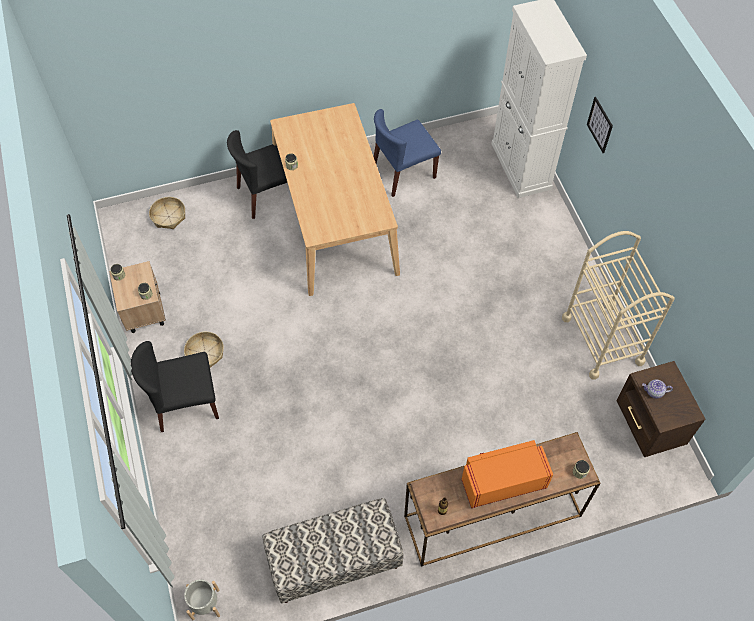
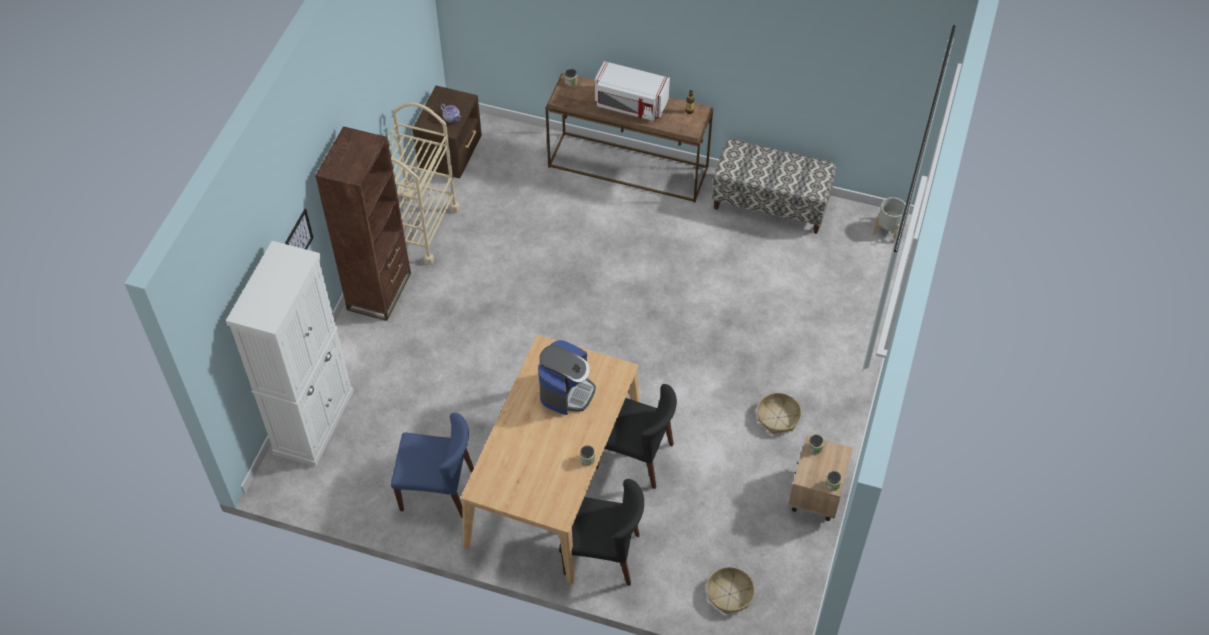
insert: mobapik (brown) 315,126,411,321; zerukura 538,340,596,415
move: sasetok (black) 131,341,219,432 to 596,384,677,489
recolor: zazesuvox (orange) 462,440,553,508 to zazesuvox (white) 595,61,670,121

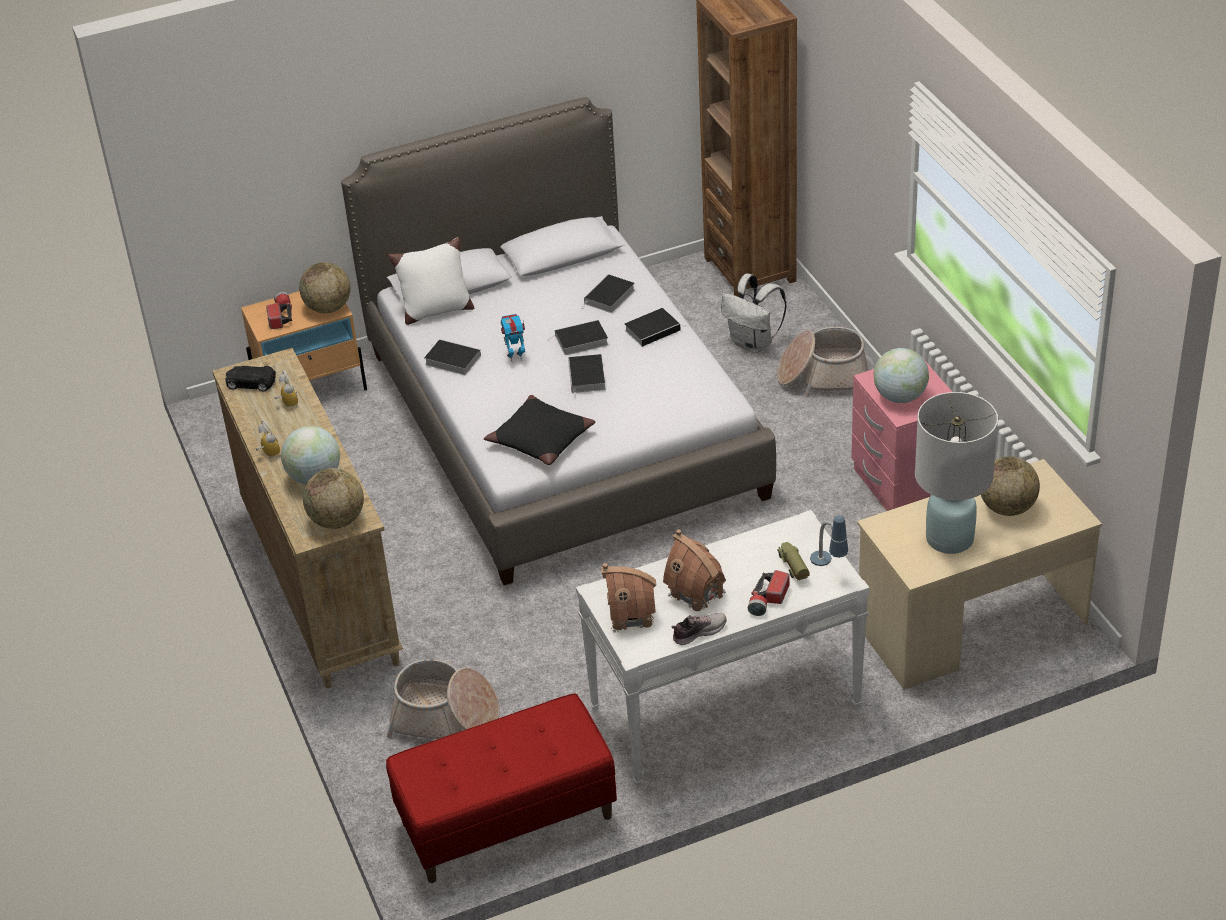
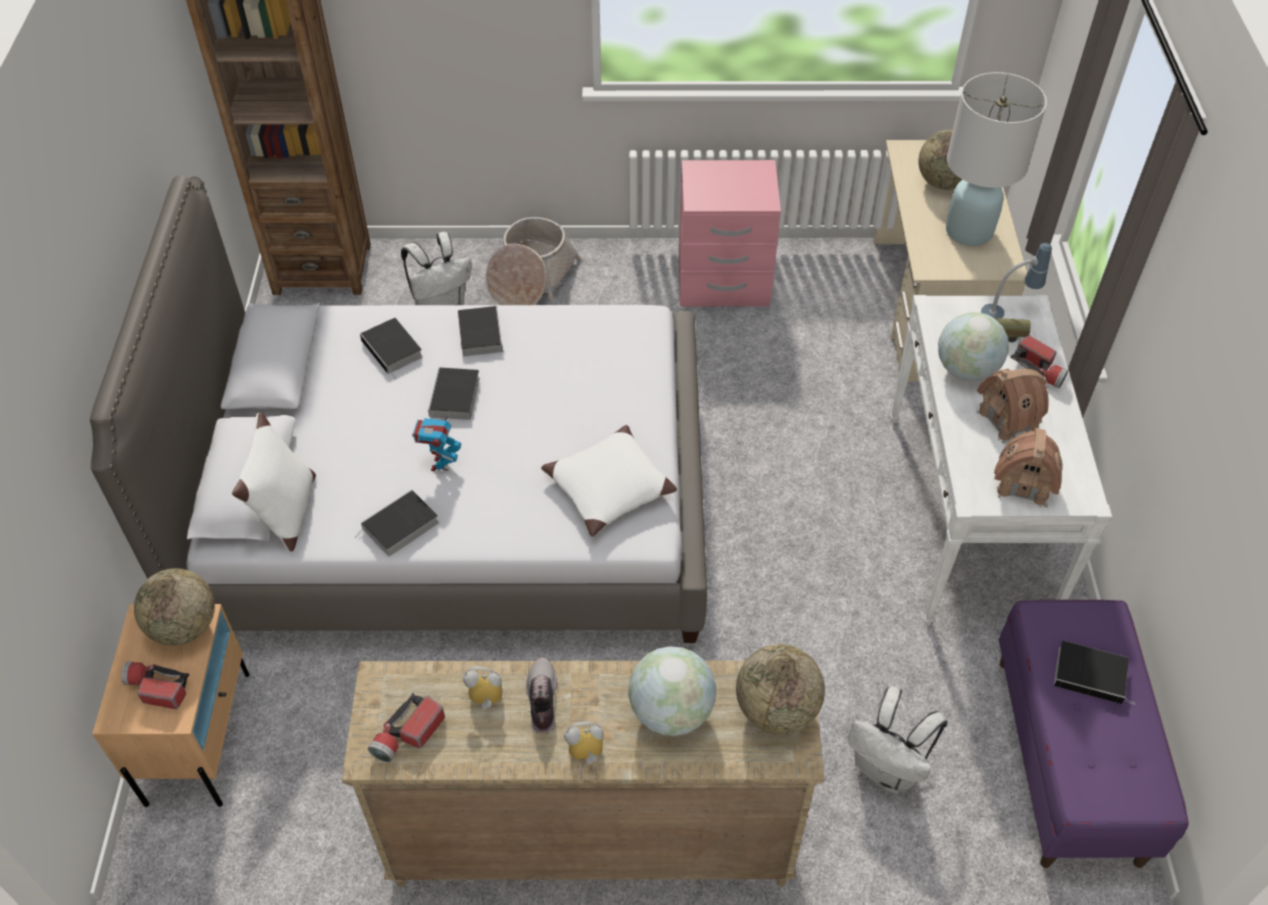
move: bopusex 671,613,727,645 to 526,657,557,734; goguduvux 874,348,929,403 to 938,312,1009,381; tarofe 568,354,605,398 to 1054,641,1136,705
replace: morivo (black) 225,366,276,391 to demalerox 368,693,445,762; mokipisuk 386,659,500,739 to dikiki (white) 848,686,948,794
recolor: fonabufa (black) 484,395,596,465 to fonabufa (white) 541,425,677,537; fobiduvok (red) 386,693,617,883 to fobiduvok (purple) 999,600,1189,868

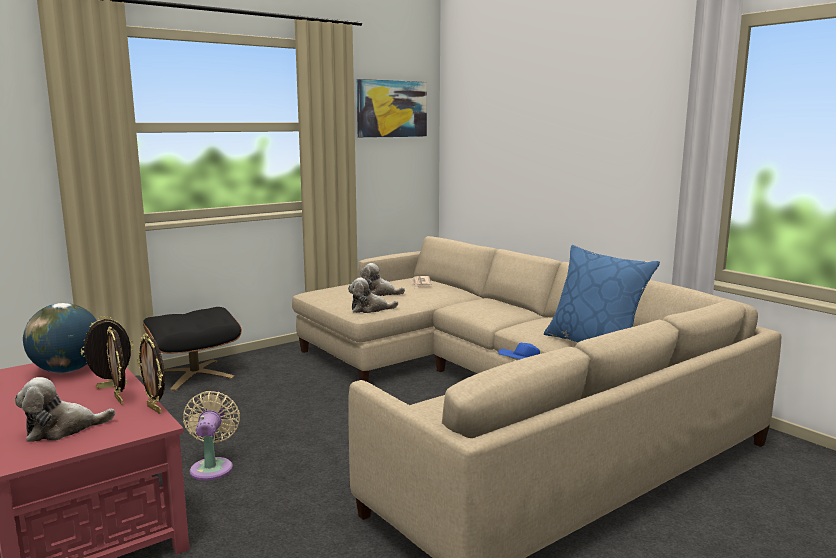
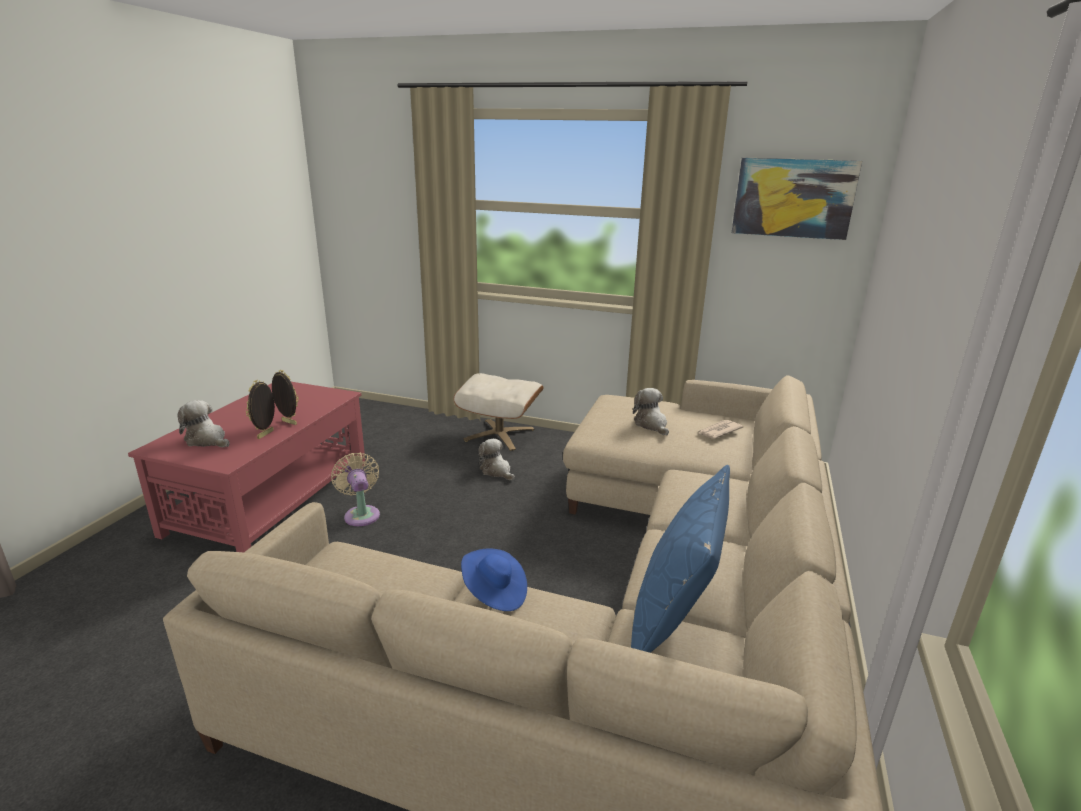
delete: goguduvux 23,303,97,373; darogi 137,334,165,414
move: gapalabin 348,278,398,313 to 478,439,515,480
recolor: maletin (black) 143,307,242,391 to maletin (beige) 454,373,544,451
rotate: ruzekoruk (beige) 183,391,240,481 = 331,453,380,526 75 degrees counterclockwise

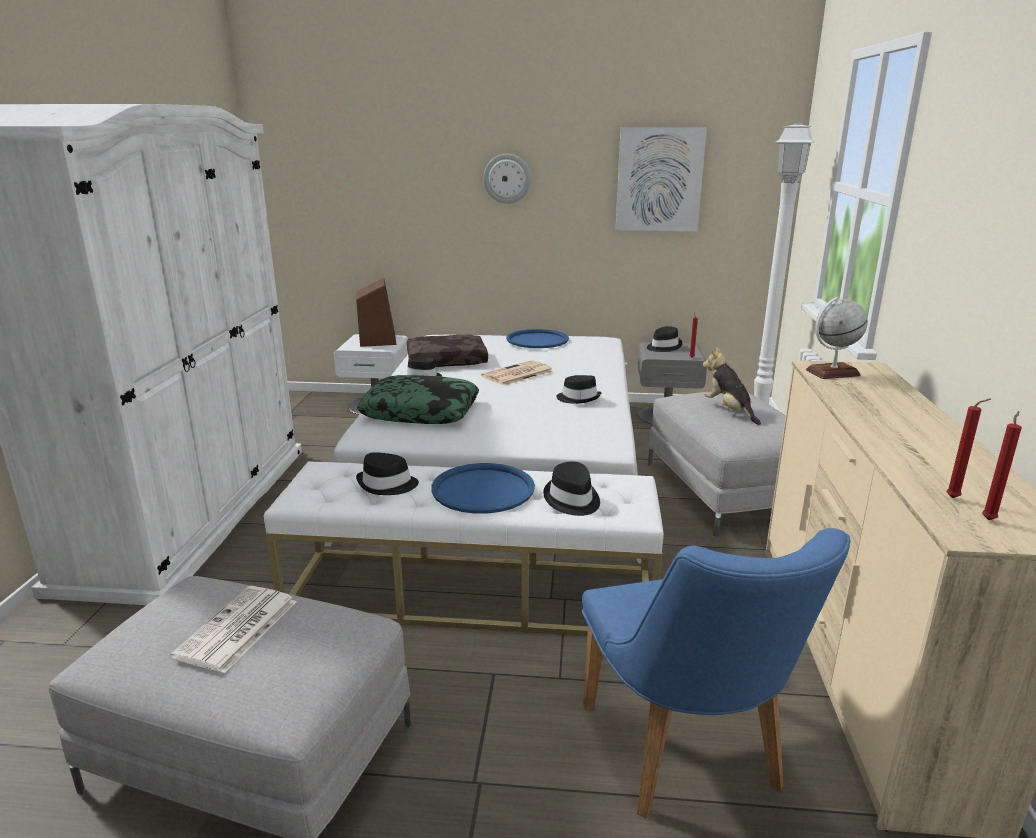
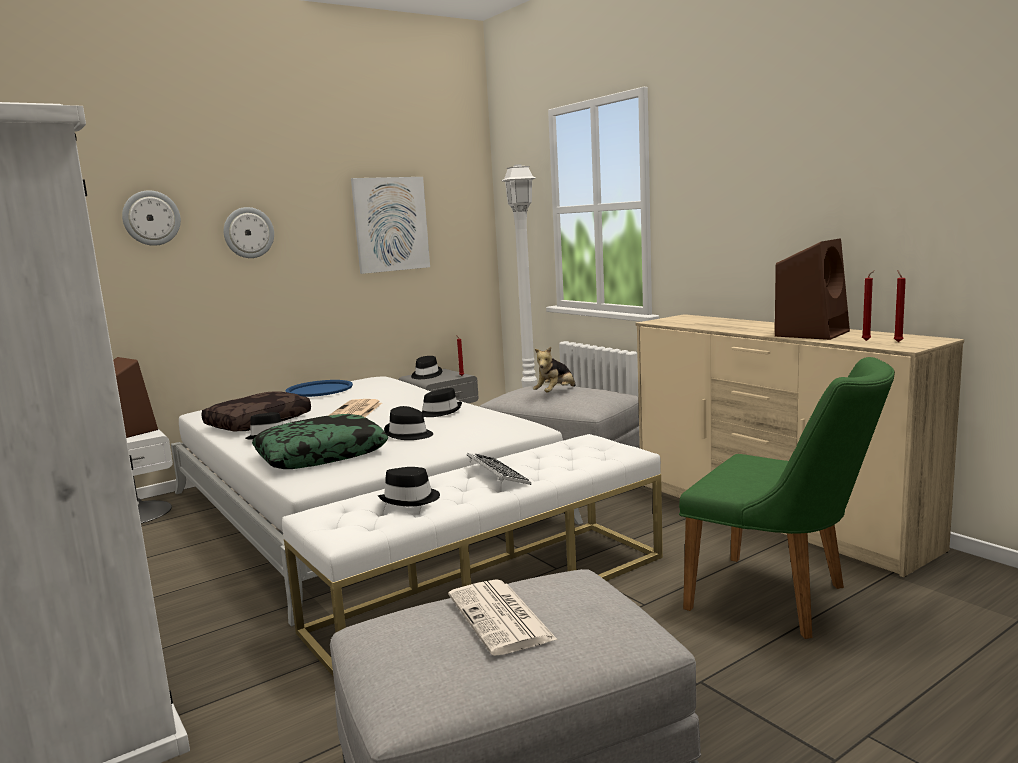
delete: goguduvux 806,297,868,379
insert: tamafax 122,190,181,246; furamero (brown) 775,239,850,340
move: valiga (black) 543,462,600,516 to 384,406,433,440
replace: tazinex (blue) 431,463,535,514 to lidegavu 467,453,531,485
recolor: sasetok (blue) 582,528,851,819 to sasetok (green) 679,357,895,639
rotate: gapalabin 703,347,761,425 = 533,347,576,393 75 degrees counterclockwise

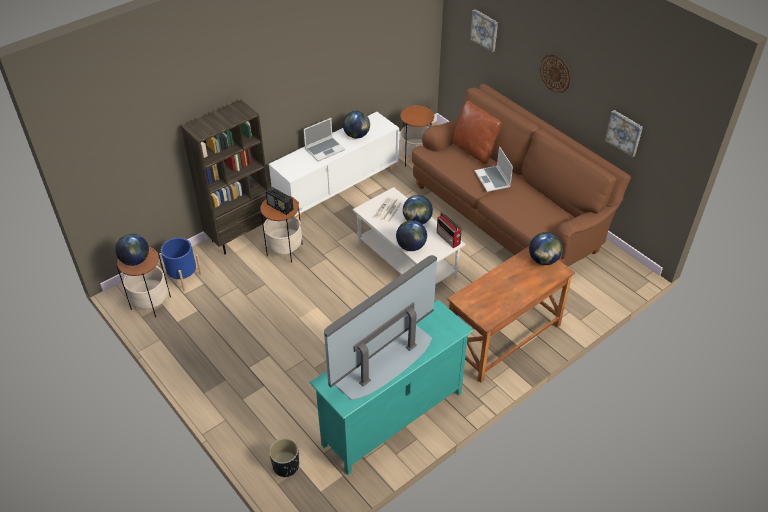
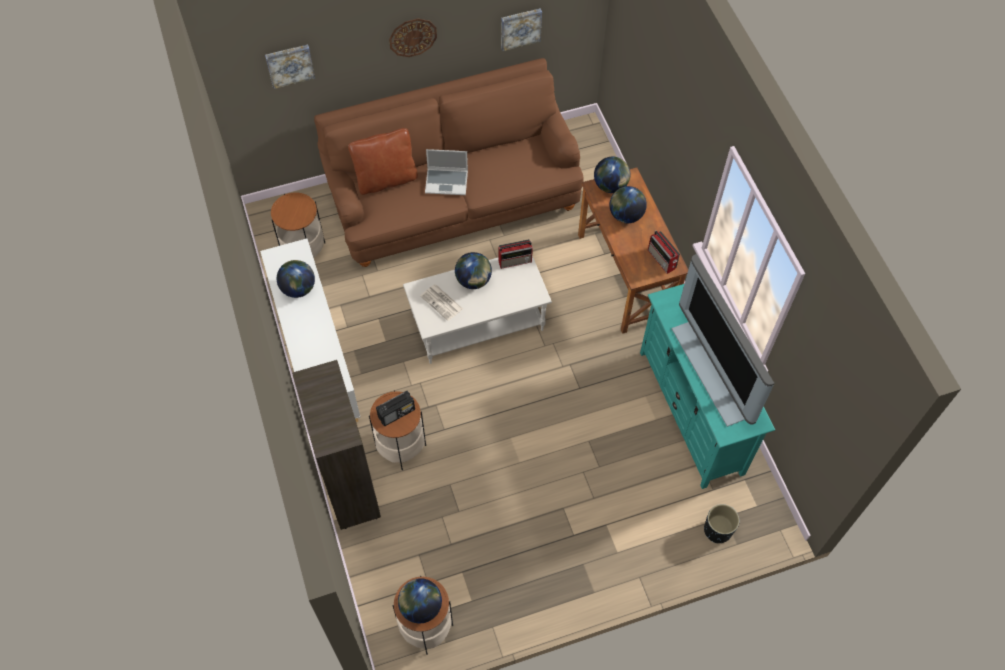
delete: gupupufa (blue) 159,238,202,291; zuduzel 304,118,345,162
insert: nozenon 648,231,680,274
move: goguduvux 396,220,427,251 to 609,186,647,223

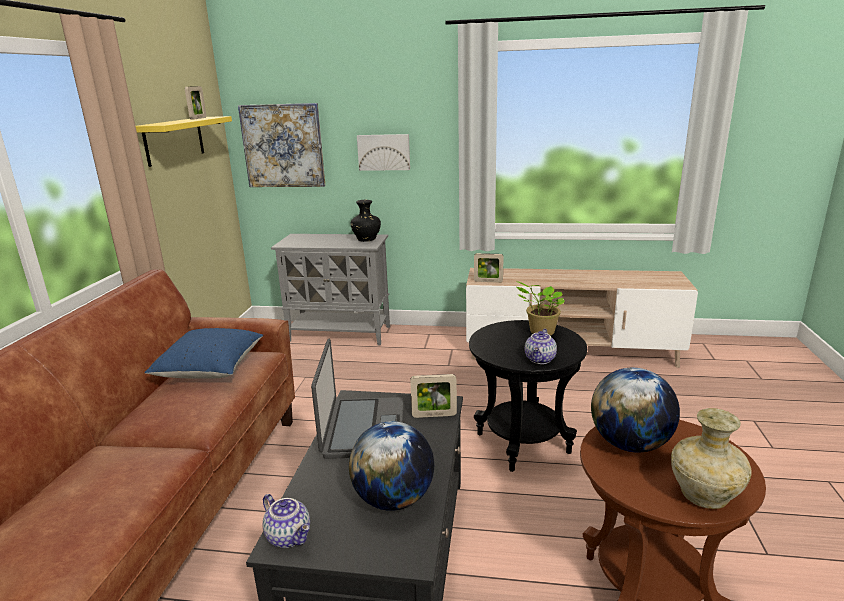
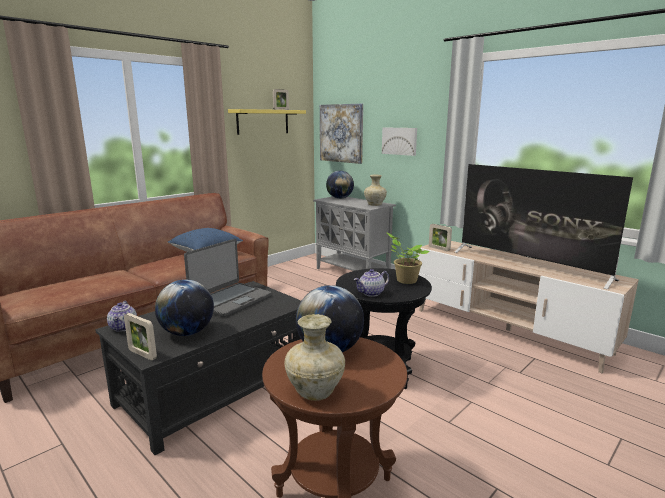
insert: goguduvux 326,171,354,199; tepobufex 455,164,633,290
move: darogi 410,374,457,418 to 124,313,157,360
recolor: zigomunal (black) 351,200,381,242 to zigomunal (beige) 364,175,387,206

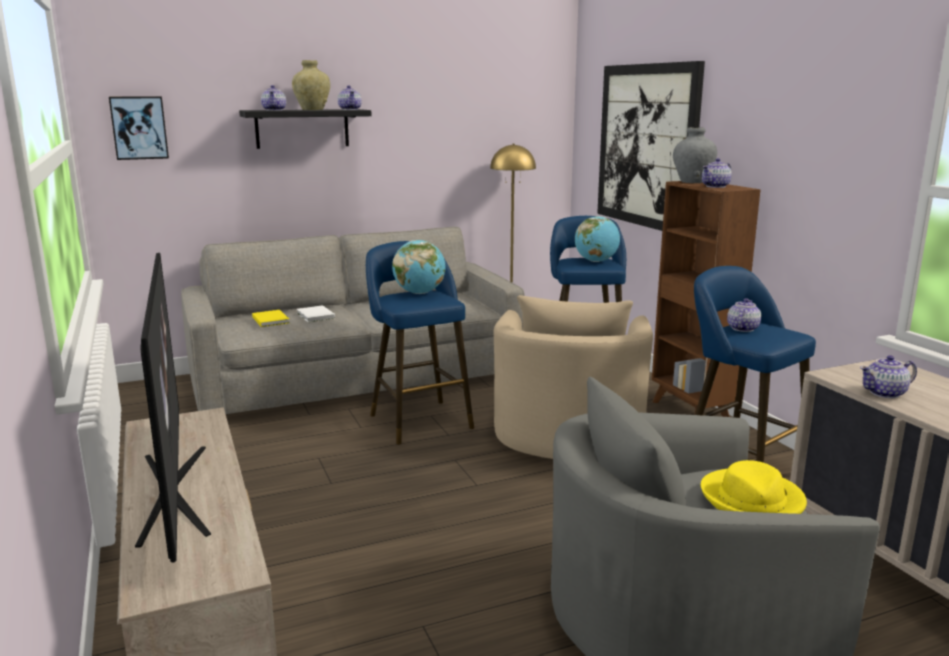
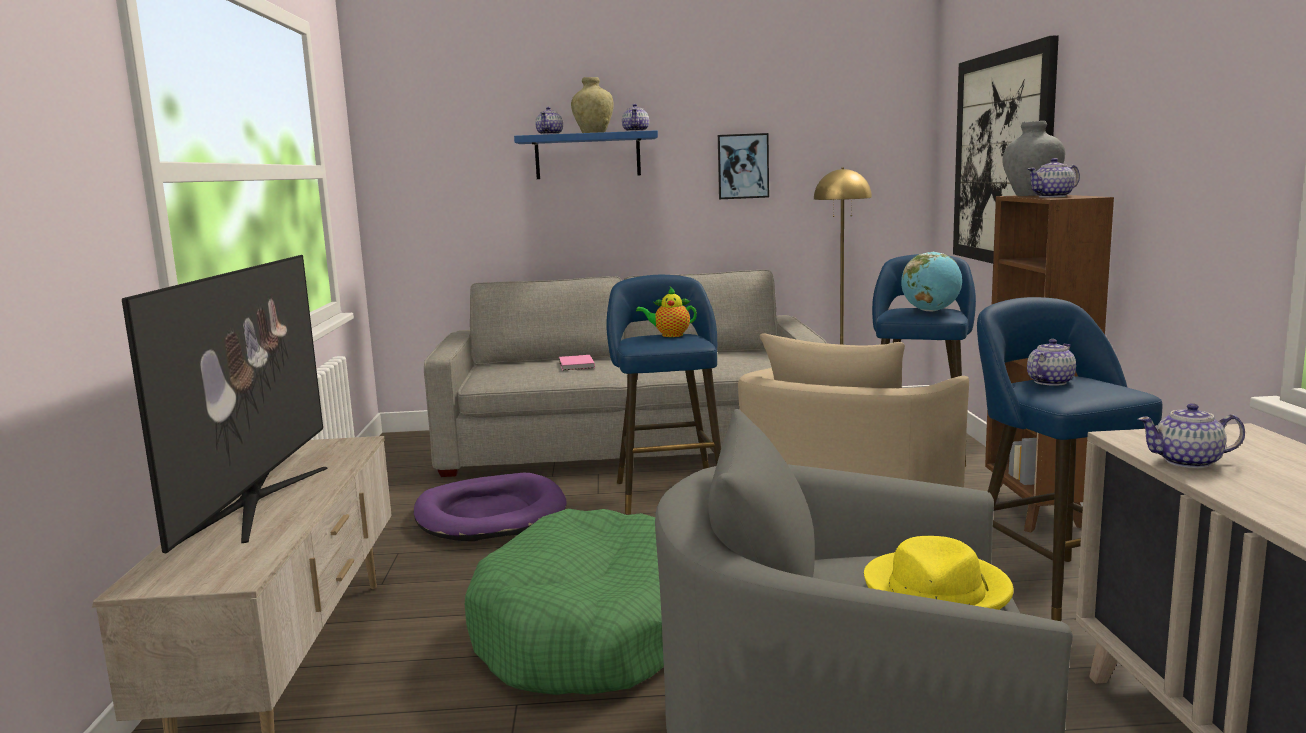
delete: tarofe (yellow) 252,310,289,327
insert: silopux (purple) 414,473,567,541; silopux (green) 465,509,664,695
move: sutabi 109,96,169,160 to 718,133,769,199
replace: goguduvux 392,240,446,294 to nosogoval 636,287,697,337
recolor: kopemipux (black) 239,109,372,149 to kopemipux (blue) 514,130,658,179; tarofe (white) 297,305,335,322 to tarofe (pink) 559,355,595,371

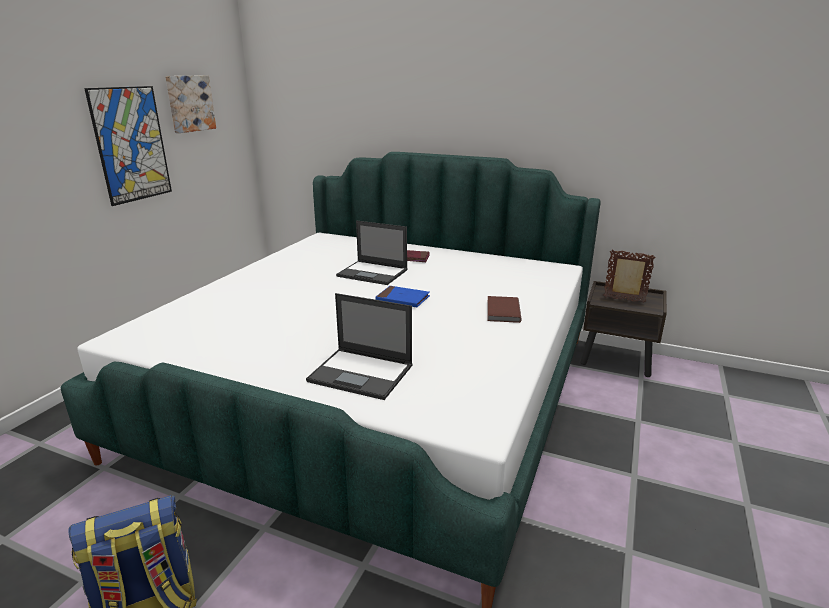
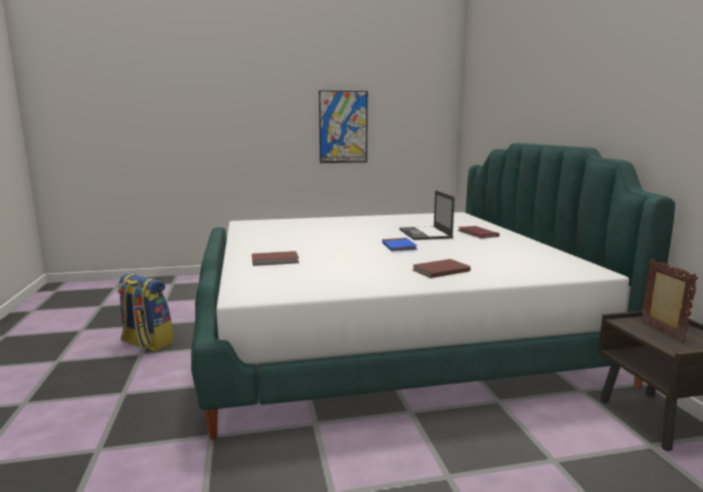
delete: sutabi 165,75,216,133
replace: zuduzel 306,293,413,400 to tarofe (brown) 252,251,299,266

